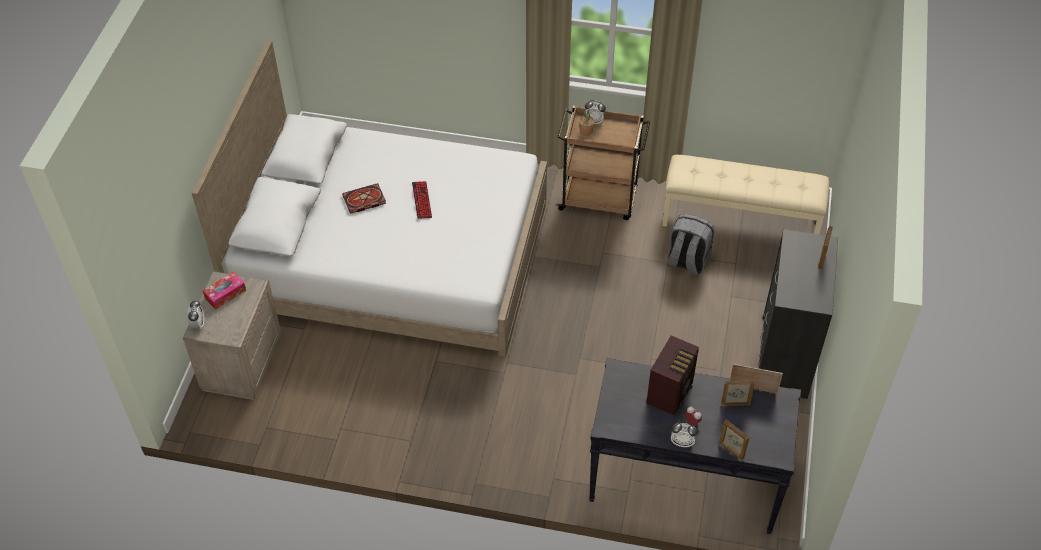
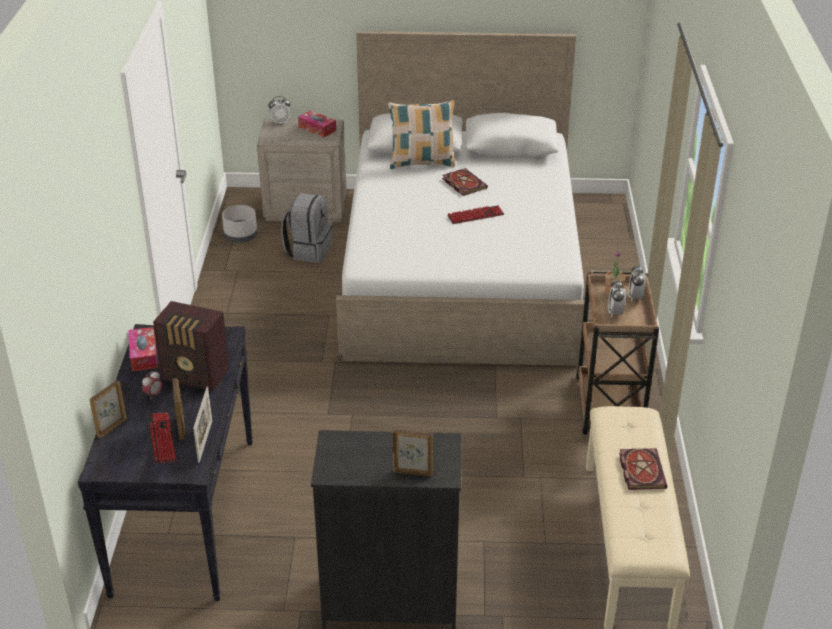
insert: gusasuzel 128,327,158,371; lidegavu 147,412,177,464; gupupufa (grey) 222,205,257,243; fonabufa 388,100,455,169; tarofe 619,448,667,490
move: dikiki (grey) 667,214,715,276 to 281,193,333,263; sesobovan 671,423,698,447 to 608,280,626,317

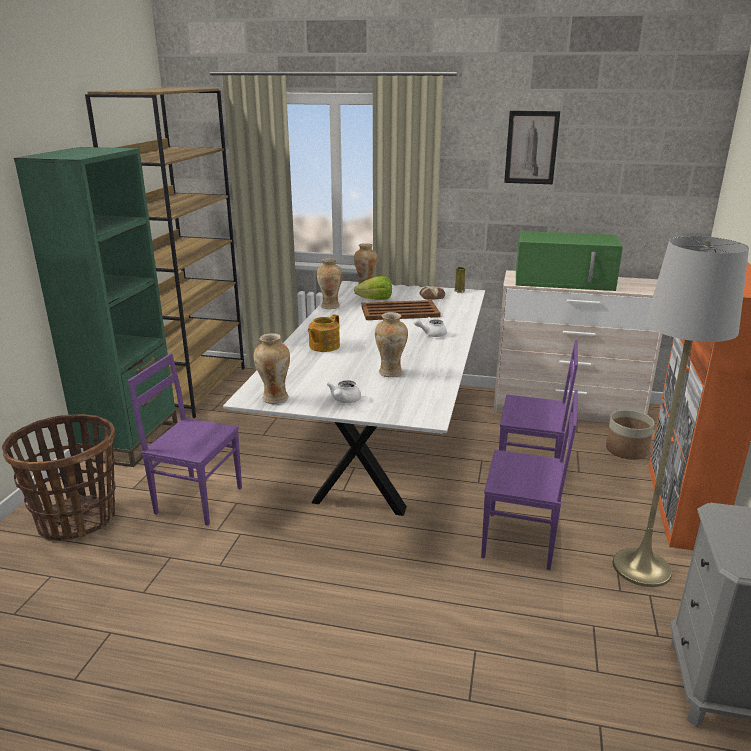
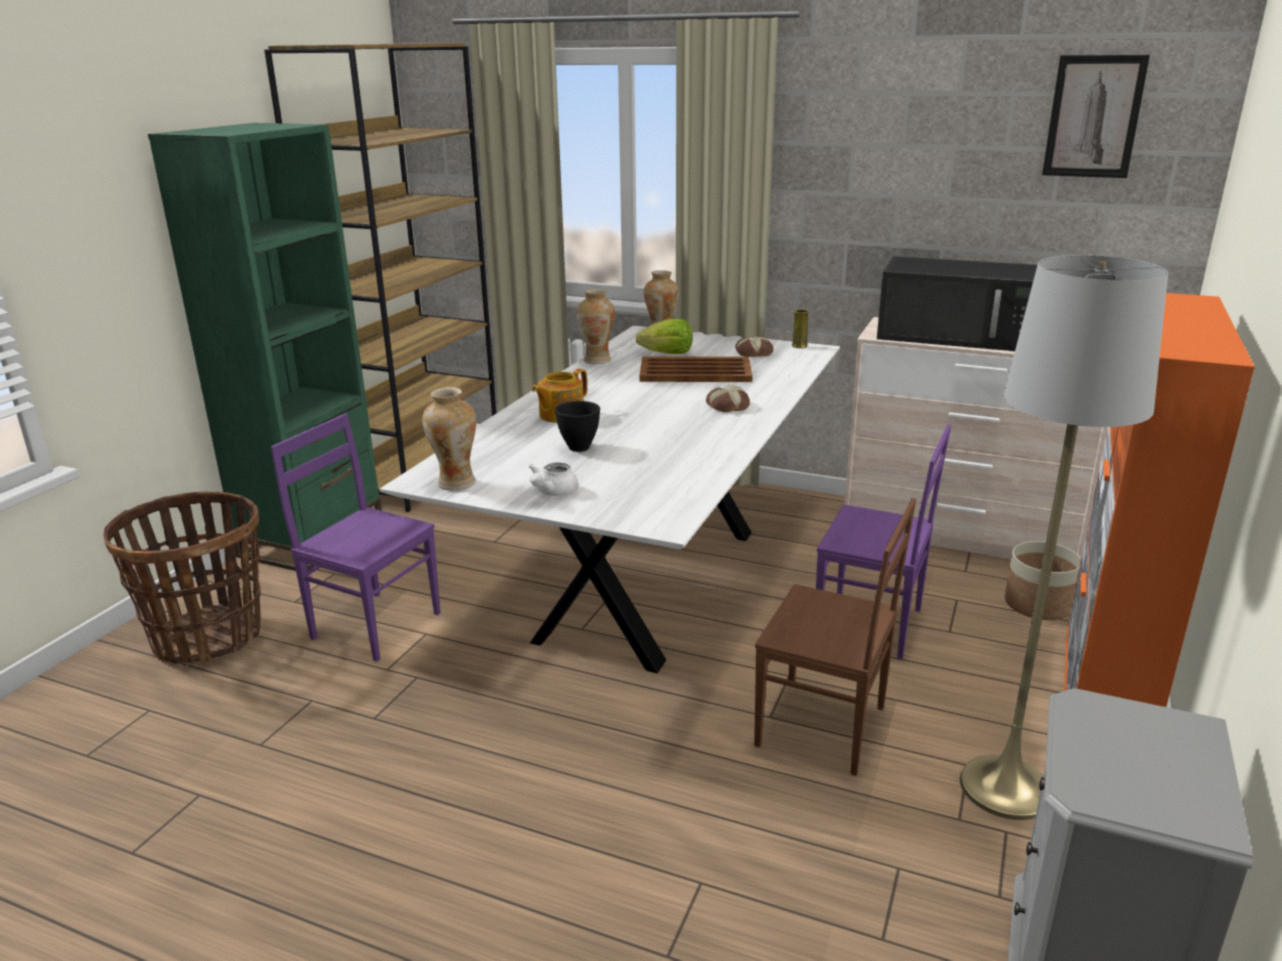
delete: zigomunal 375,312,408,377
insert: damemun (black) 555,401,600,452
move: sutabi 504,111,560,184 to 1042,55,1150,178
replace: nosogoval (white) 414,317,447,337 to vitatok 706,385,750,412
recolor: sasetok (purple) 481,390,578,570 to sasetok (brown) 754,498,916,776; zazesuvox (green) 516,231,623,291 to zazesuvox (black) 877,256,1037,351

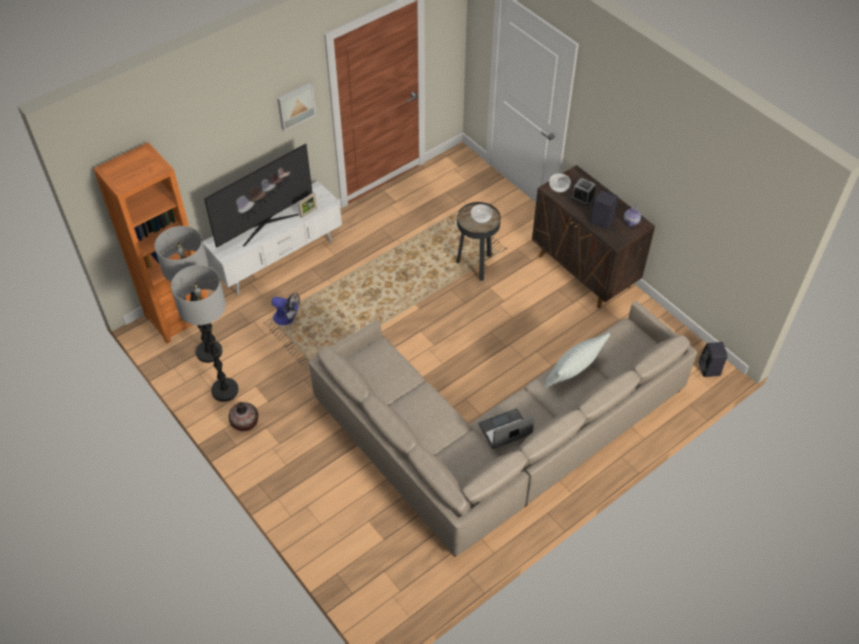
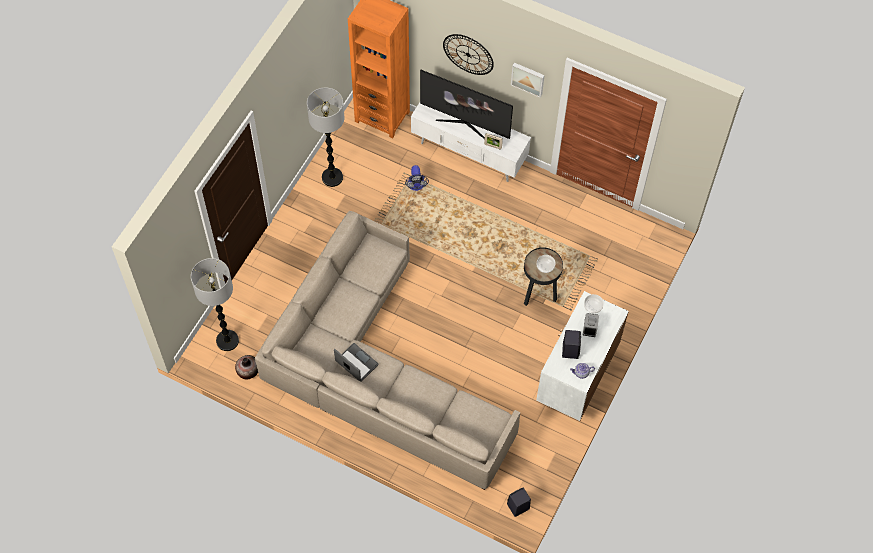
delete: fonabufa 544,333,610,388
insert: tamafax 443,34,494,75
move: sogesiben 154,226,222,363 to 191,258,239,351; zigomunal 229,402,258,431 to 235,355,258,379
recolor: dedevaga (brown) 532,165,655,308 to dedevaga (white) 536,291,629,421

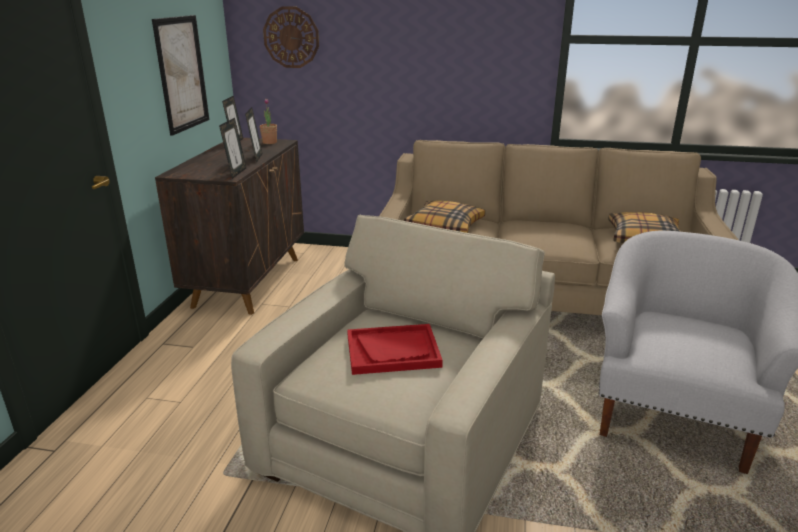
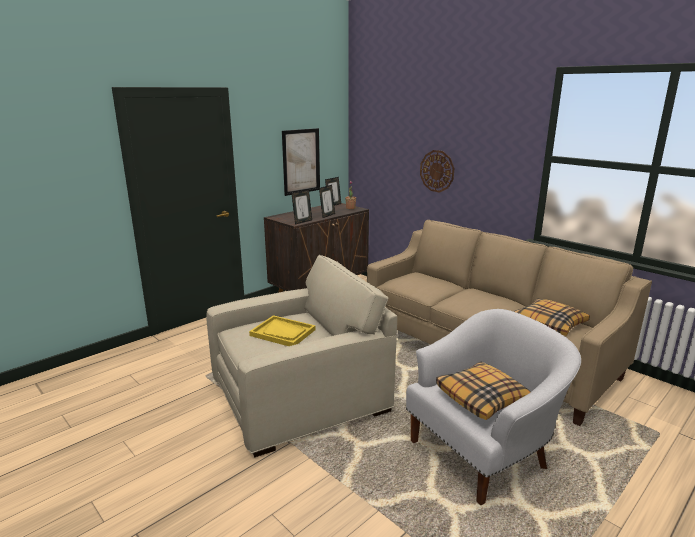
move: tamafax 263,7,319,68 to 420,150,454,193; fonabufa 404,200,485,233 to 436,361,530,420
recolor: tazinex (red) 347,324,443,375 to tazinex (yellow) 249,315,316,346

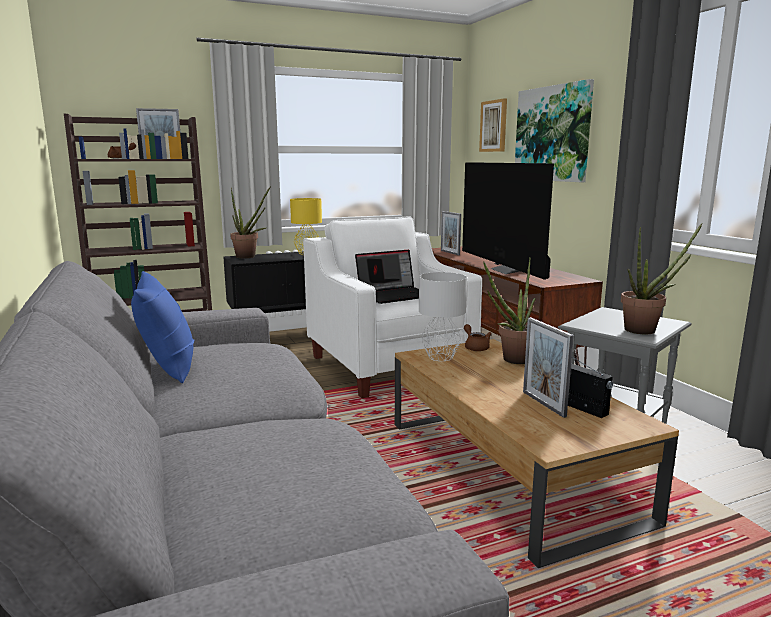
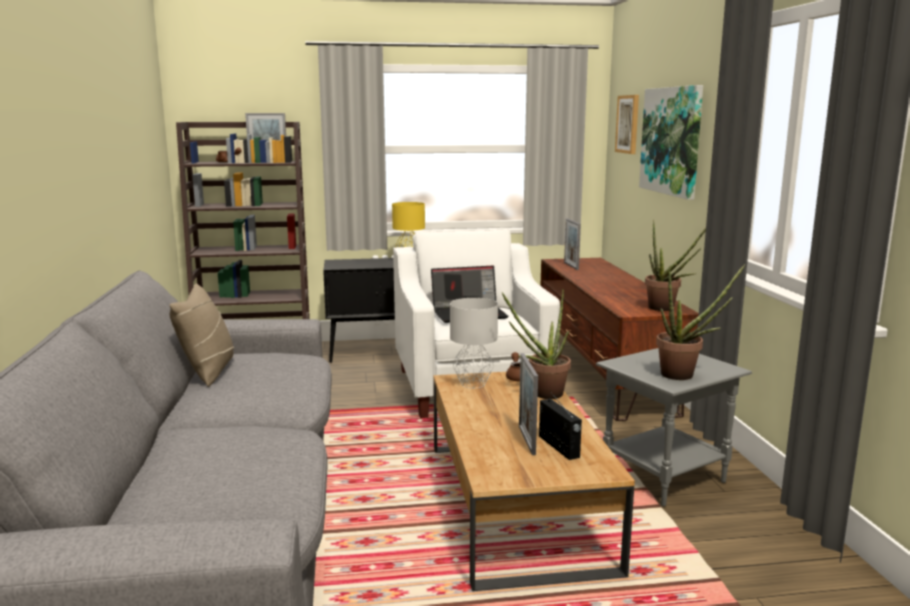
delete: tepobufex 462,162,554,280
move: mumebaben 230,186,271,258 to 645,220,706,311
recolor: fonabufa (blue) 131,271,194,383 to fonabufa (beige) 169,283,234,387

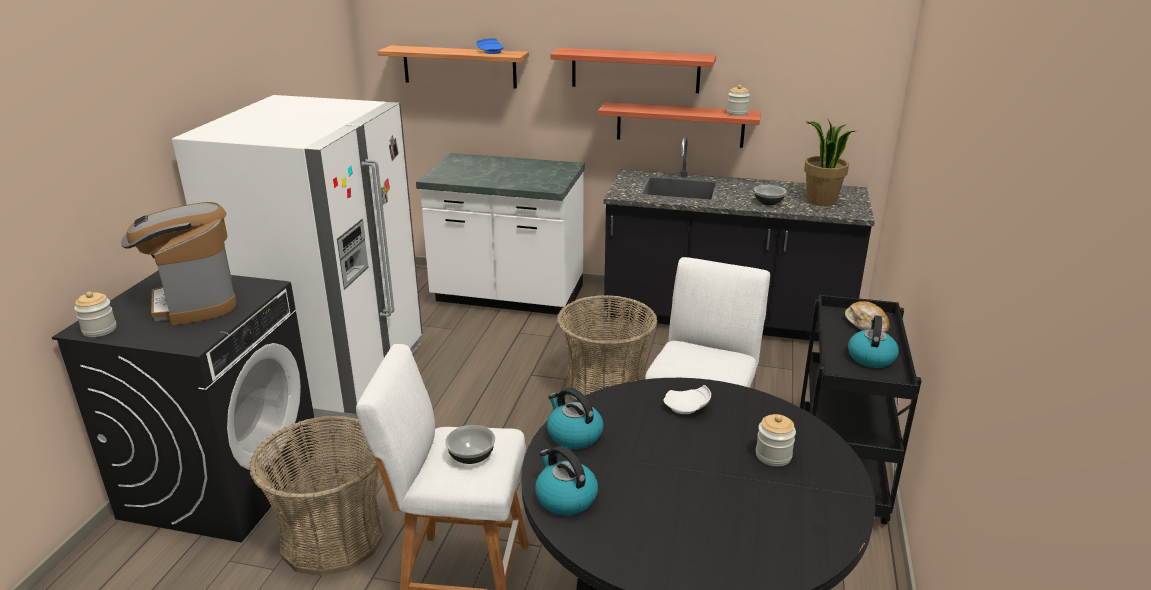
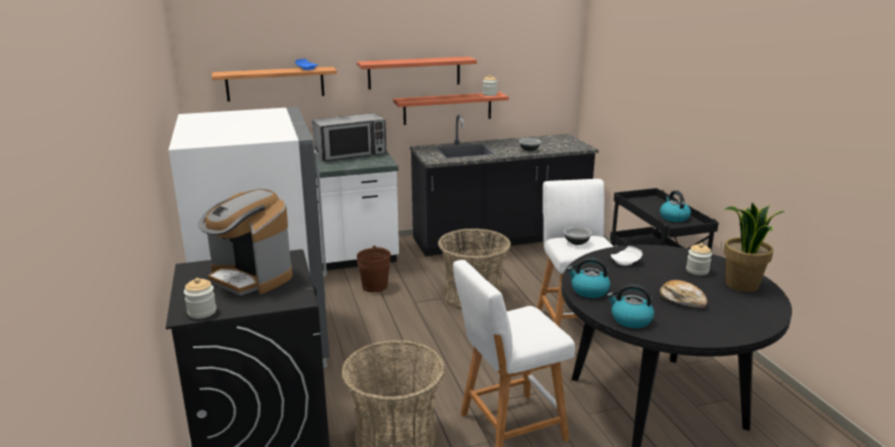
insert: zazesuvox 312,113,386,161; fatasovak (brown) 357,245,391,292
move: damemun 445,425,495,464 to 564,226,592,245; vitatok 845,301,890,333 to 660,280,707,308; mumebaben 804,119,855,206 to 723,203,785,292

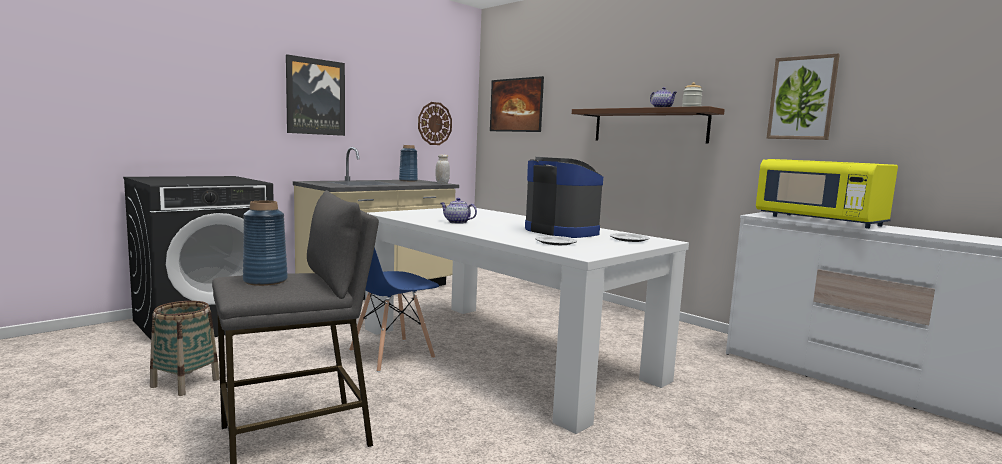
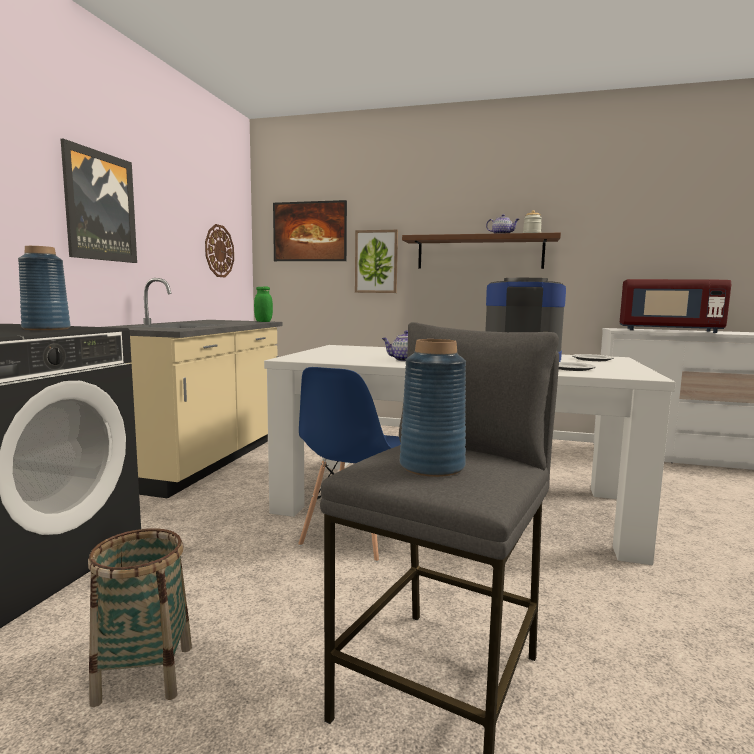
move: zigomunal (blue) 399,145,418,181 to 18,246,71,330; sutabi 767,54,840,140 to 355,230,398,293
recolor: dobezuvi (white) 435,155,450,184 to dobezuvi (green) 254,286,273,322; zazesuvox (yellow) 756,159,898,228 to zazesuvox (red) 620,279,731,333

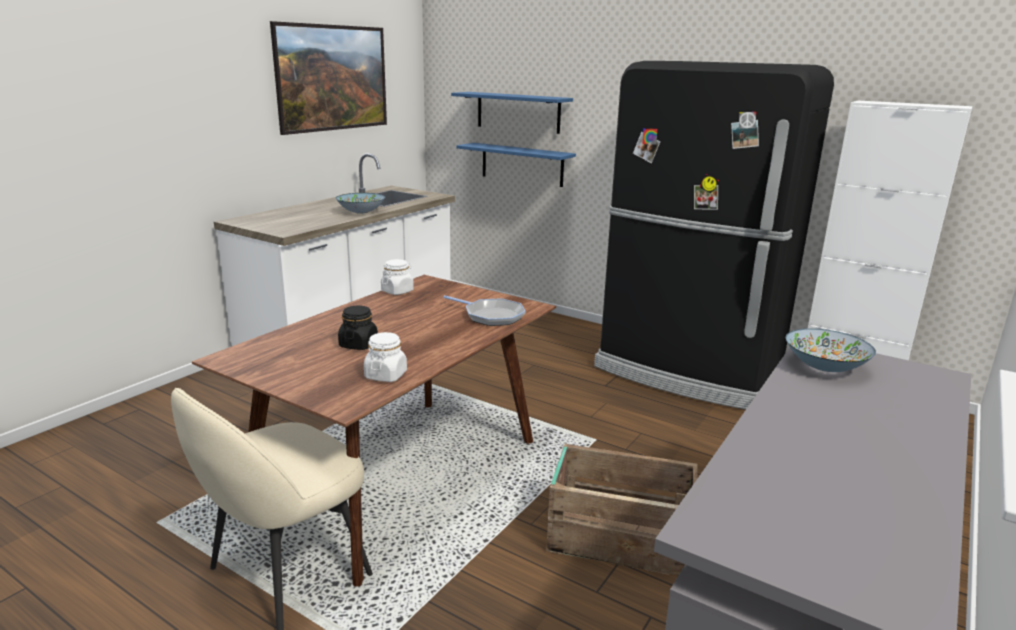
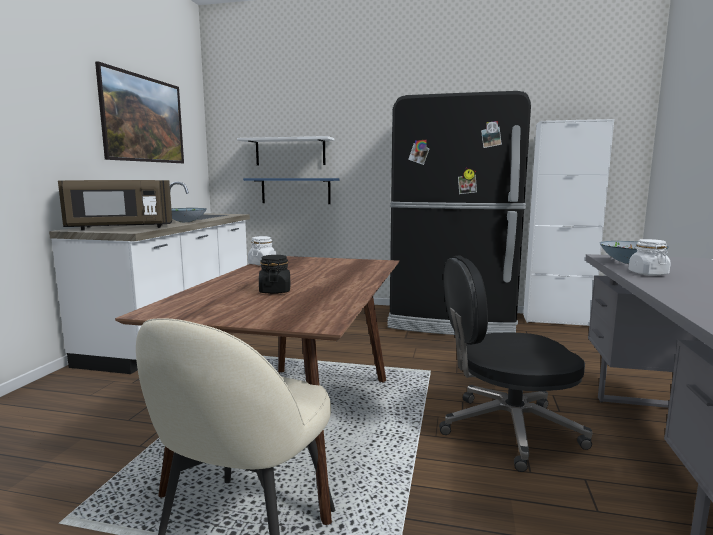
delete: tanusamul 443,295,526,326
insert: zazesuvox (brown) 58,180,172,230
move: dobezuvi (white) 364,332,407,382 to 628,239,671,276
replace: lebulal 546,444,697,576 to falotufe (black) 439,255,593,472
recolor: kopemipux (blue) 451,92,573,134 to kopemipux (white) 237,136,335,165

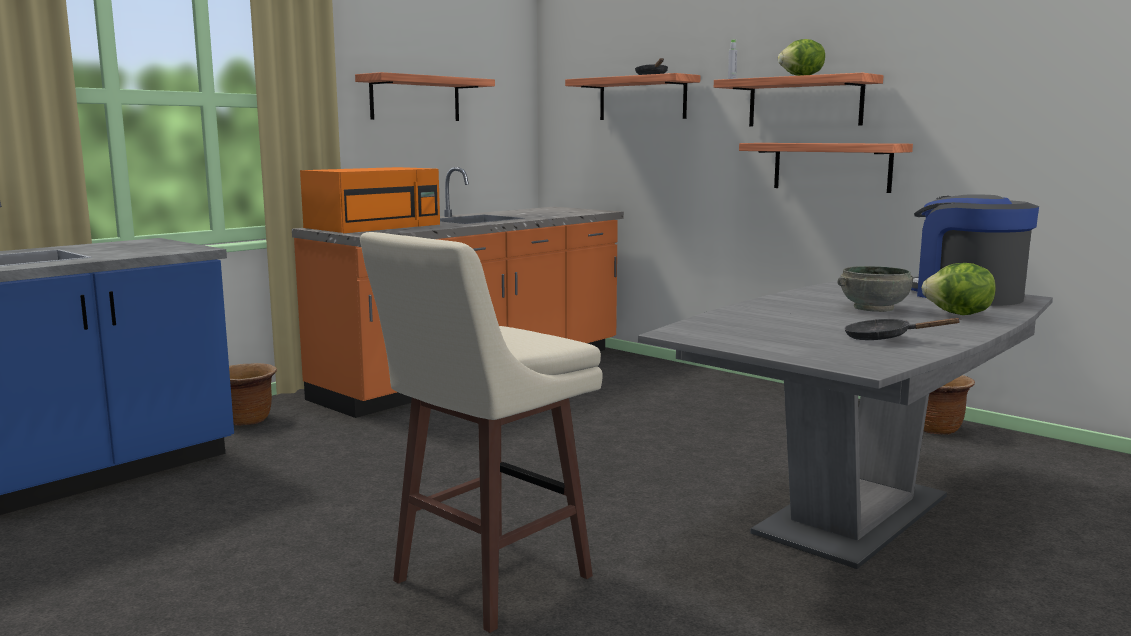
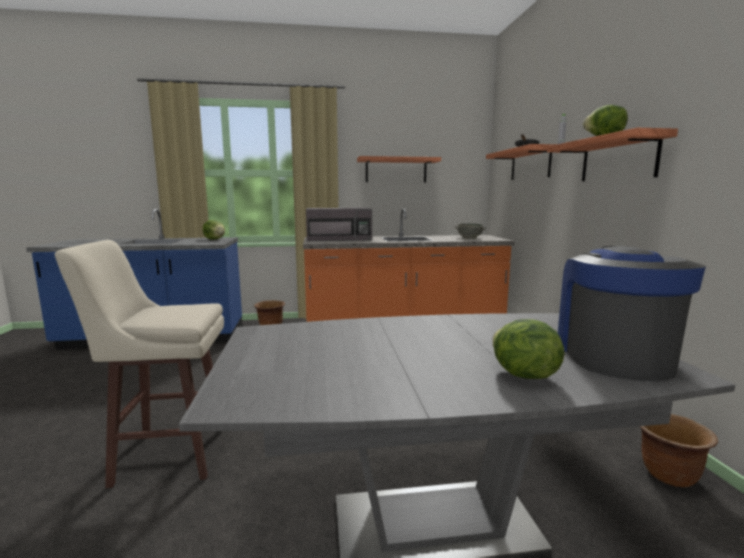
delete: kopemipux 739,143,913,193; tanusamul (black) 844,318,961,340
insert: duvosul 203,220,225,240
move: damemun (grey) 838,266,913,312 to 455,223,486,239
recolor: zazesuvox (orange) 300,167,440,233 to zazesuvox (grey) 306,208,372,241

